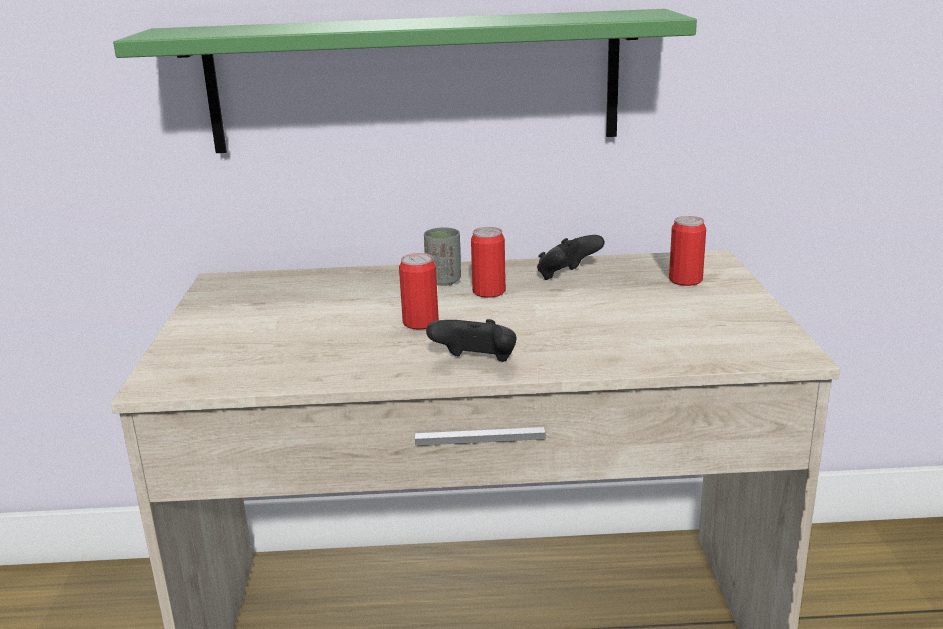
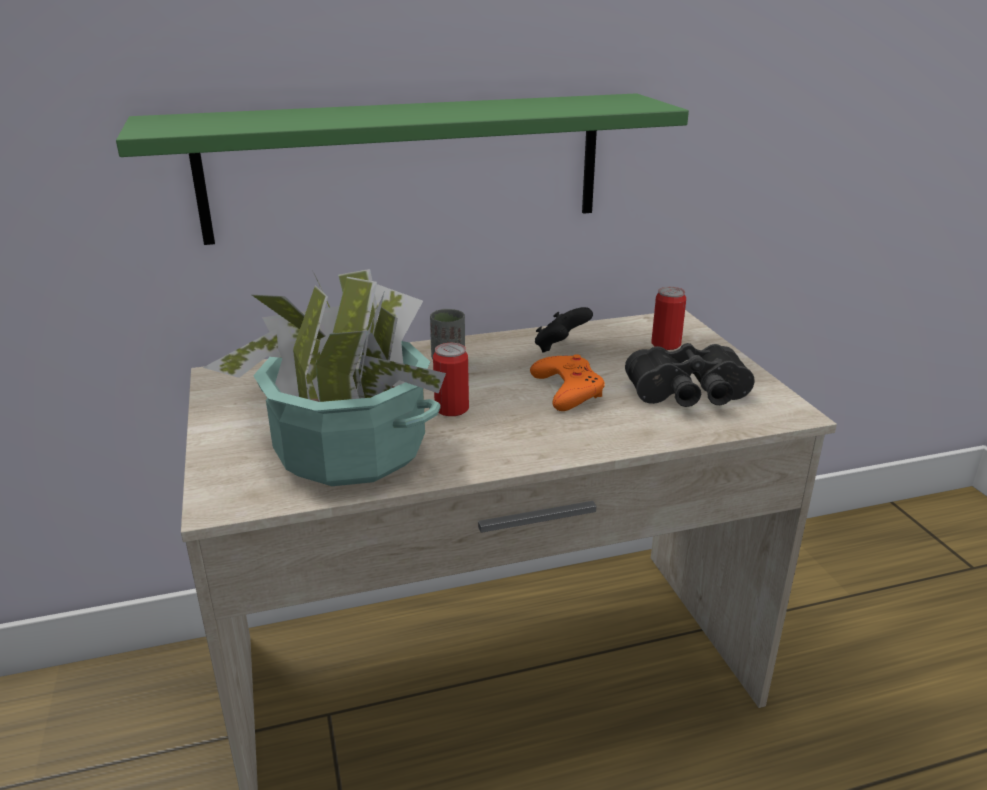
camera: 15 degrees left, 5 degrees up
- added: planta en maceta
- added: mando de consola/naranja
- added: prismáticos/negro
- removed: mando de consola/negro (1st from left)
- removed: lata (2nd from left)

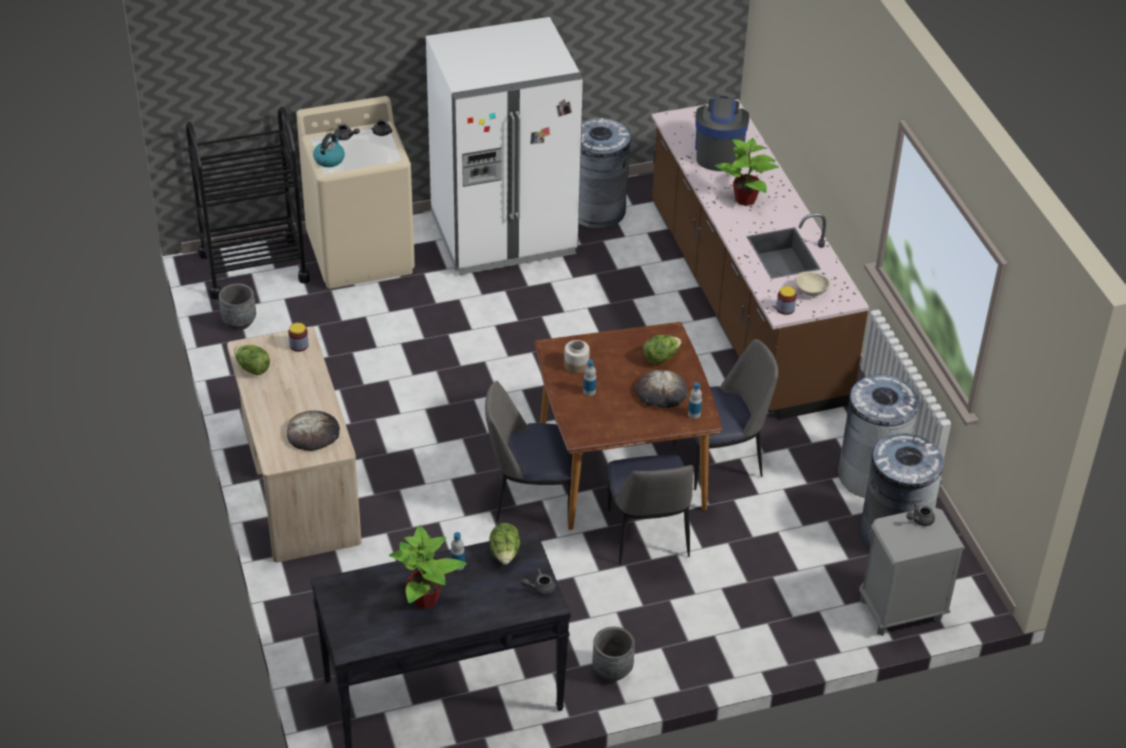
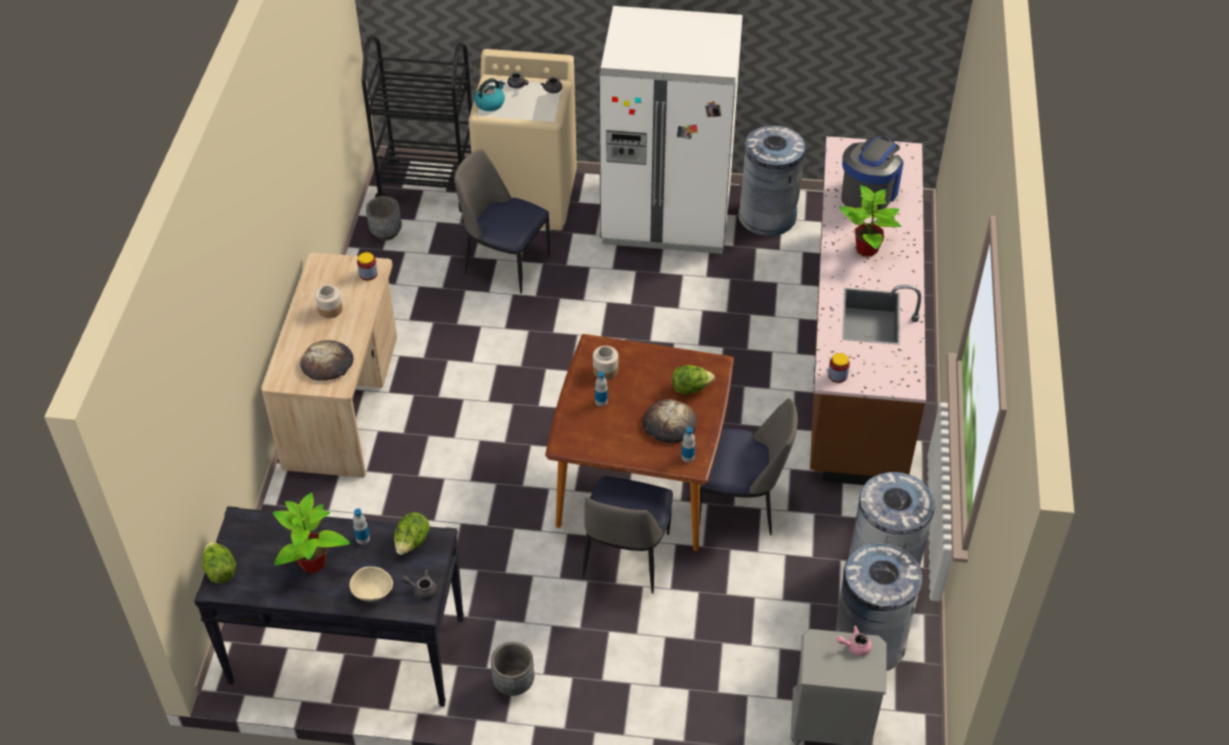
camera: 25 degrees right, 5 degrees up
- moved: lechuga (1st from left)
- added: tarro (1st from left)
- moved: cuenco/beis
- moved: silla (1st from left)
- recoloured: tetera/gris (4th from left) to tetera/rosa

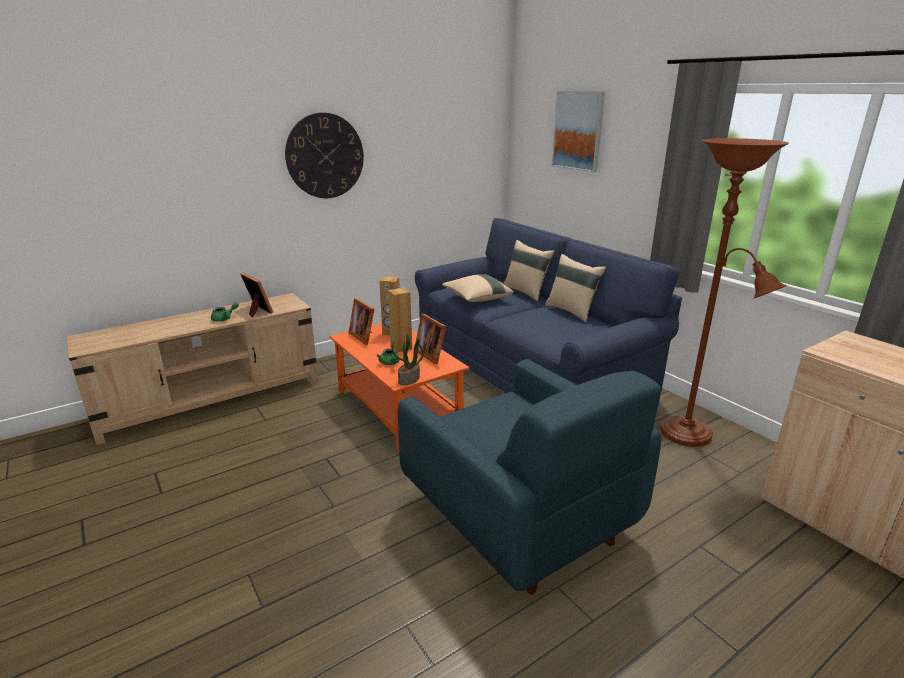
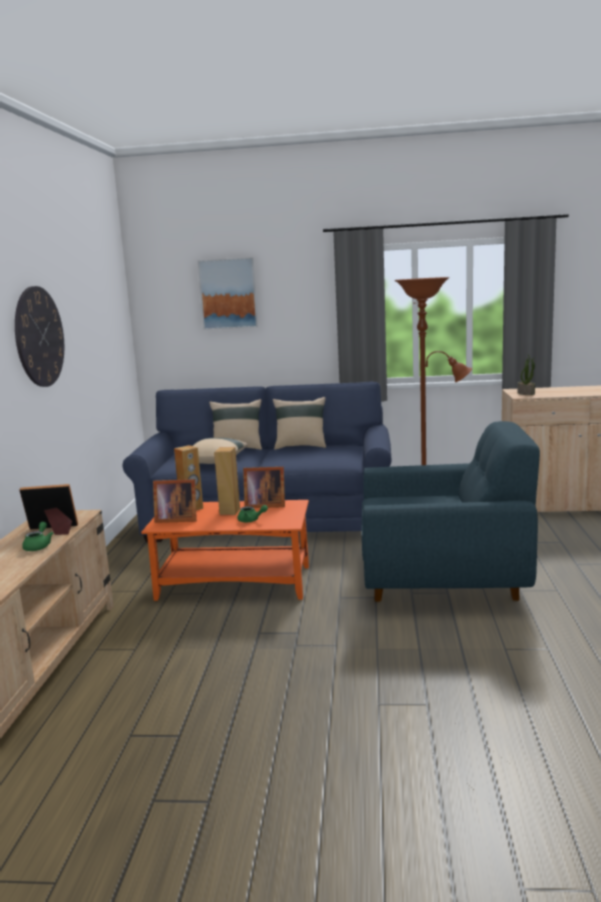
camera: 50 degrees left, 10 degrees down
- moved: planta en maceta

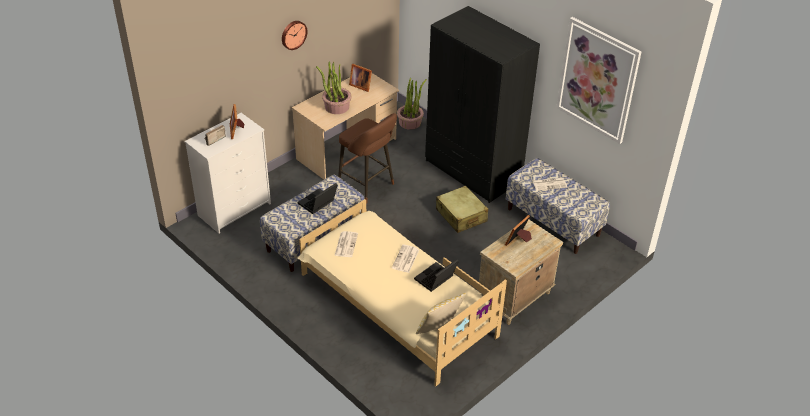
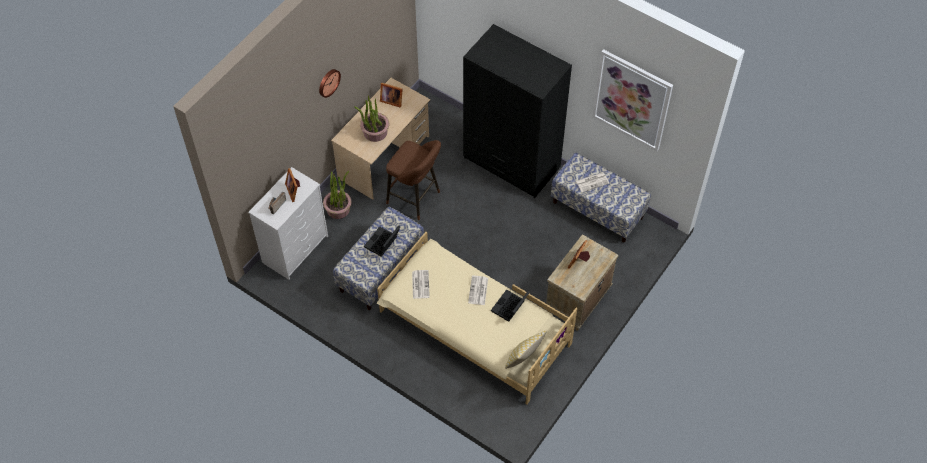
camera: 10 degrees left, 15 degrees up
- moved: planta en maceta (2nd from left in the first image) to planta en maceta (1st from left)
- removed: maleta/beis

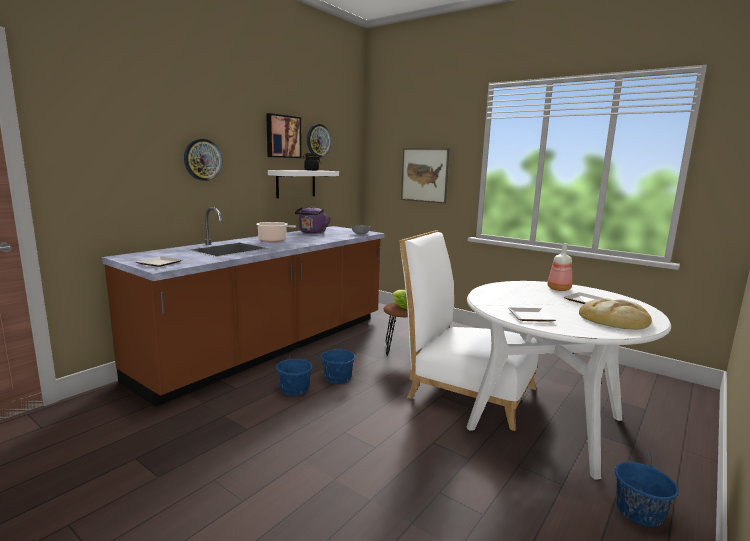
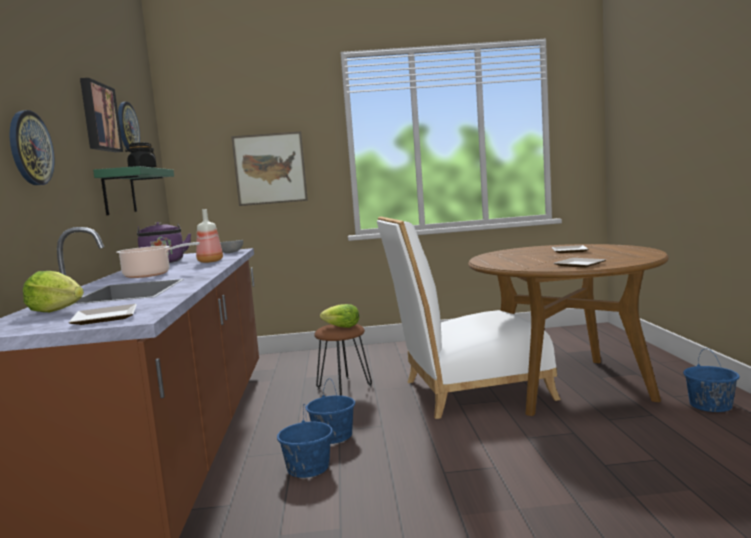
camera: 40 degrees left, 5 degrees down
- added: lechuga (1st from left)
- recoloured: estante/blanco to estante/verde
- moved: botella
- recoloured: mesa de comedor/blanco to mesa de comedor/marrón
- removed: pan

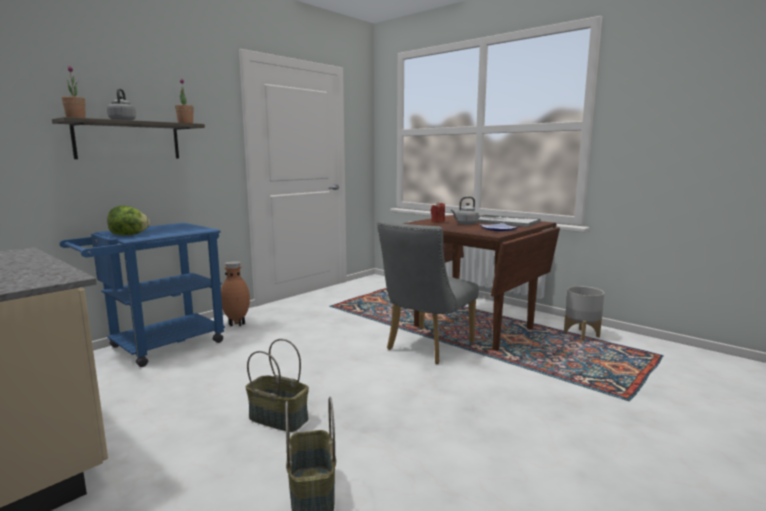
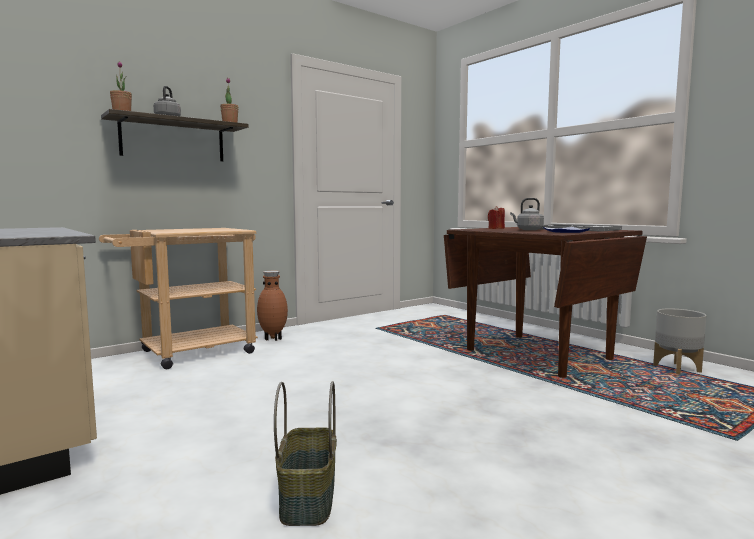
camera: 10 degrees right, 5 degrees down
- recoloured: carrito/azul to carrito/beis
- removed: lechuga
- removed: cesta (1st from left)
- removed: silla/gris

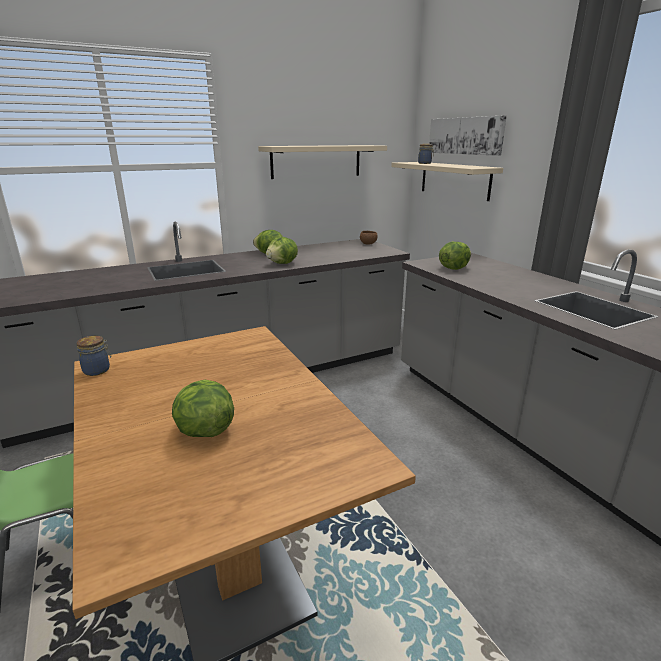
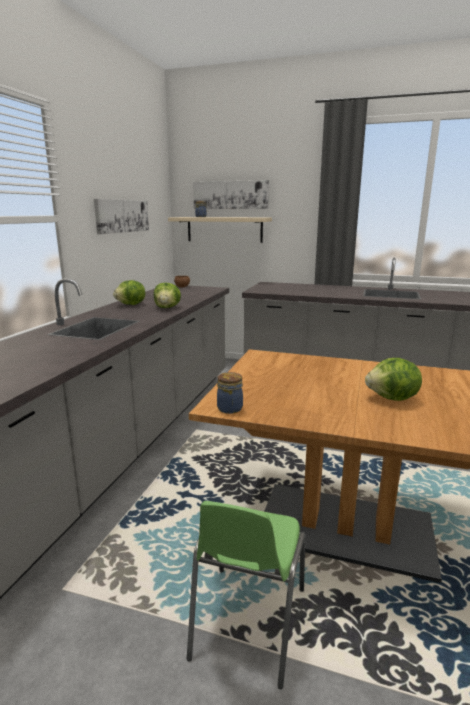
camera: 45 degrees left, 5 degrees down
- replaced: estante/beis (1st from left) to cuadro (1st from left)
- removed: lechuga (4th from left)

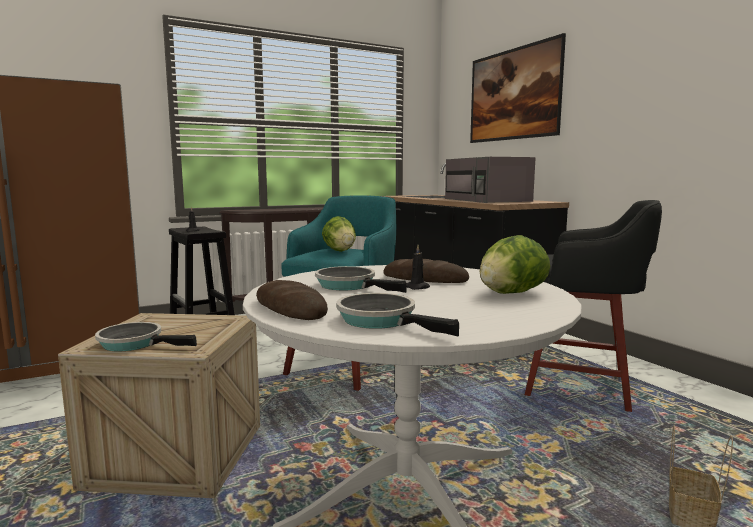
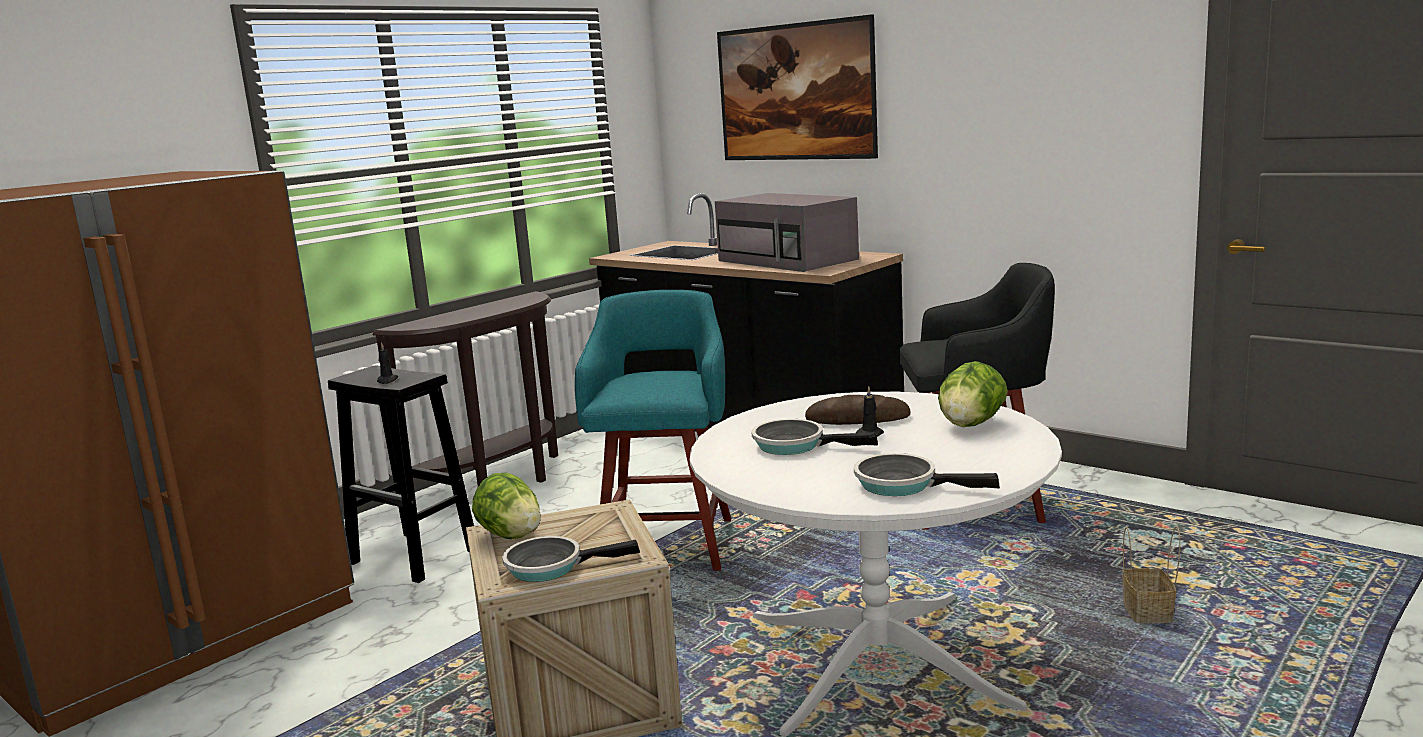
camera: 20 degrees left, 5 degrees up
- moved: lechuga (1st from left)
- removed: pan (1st from left)

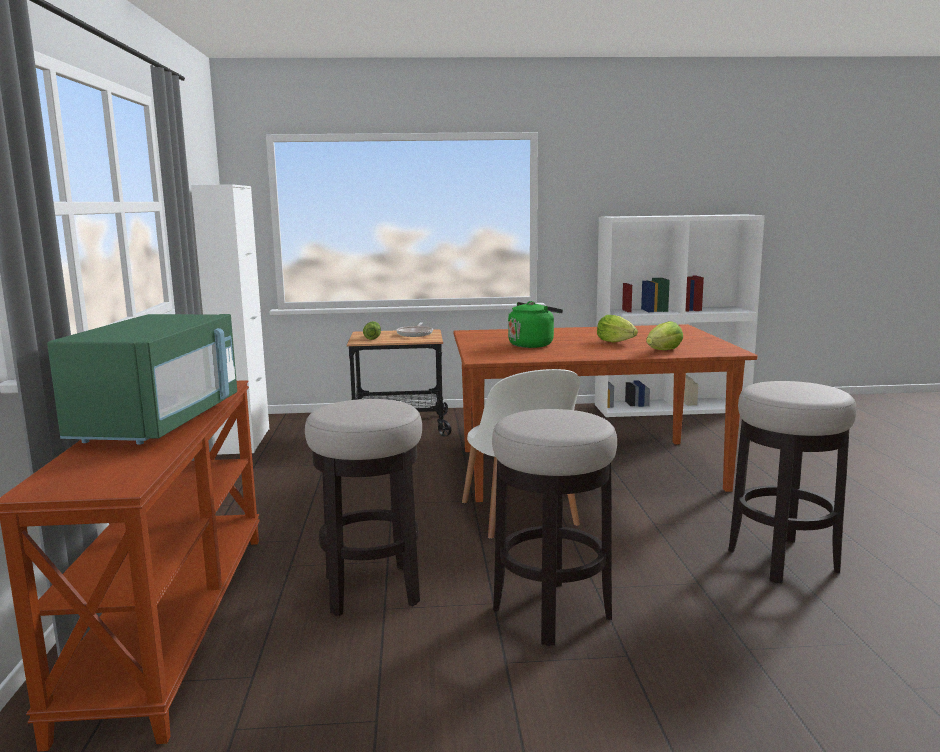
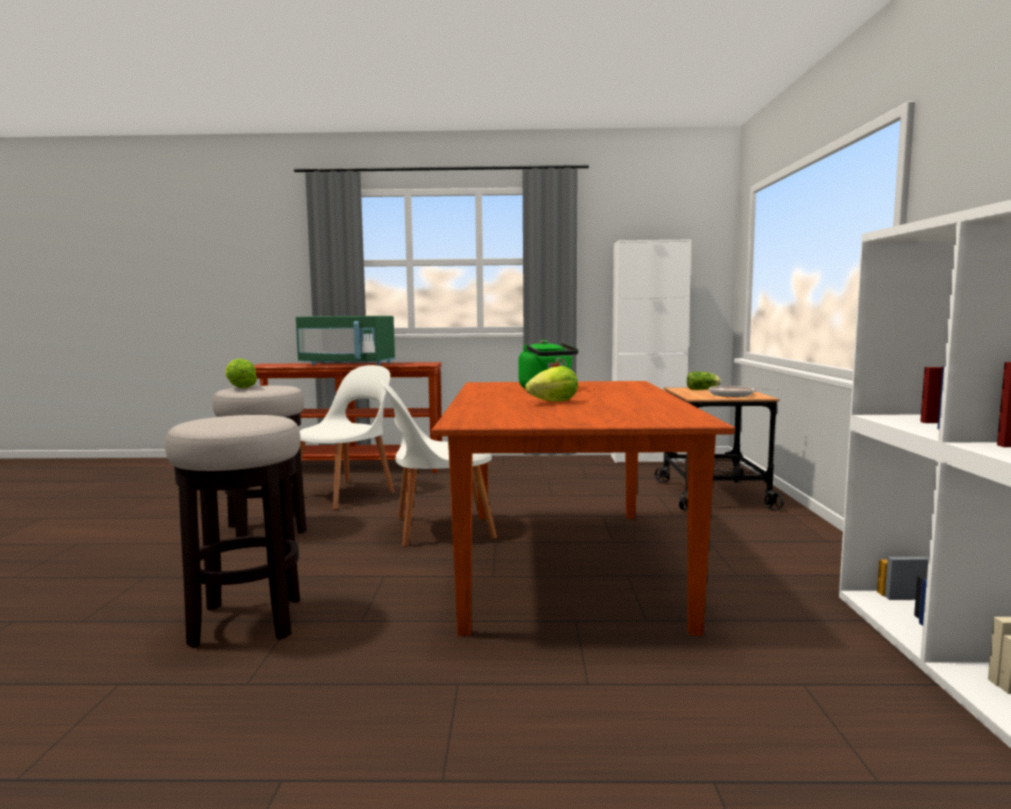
camera: 95 degrees right, 5 degrees down
- moved: lechuga (3rd from left in the first image) to lechuga (1st from left)
- replaced: taburete (1st from left) to silla/blanco (1st from left)

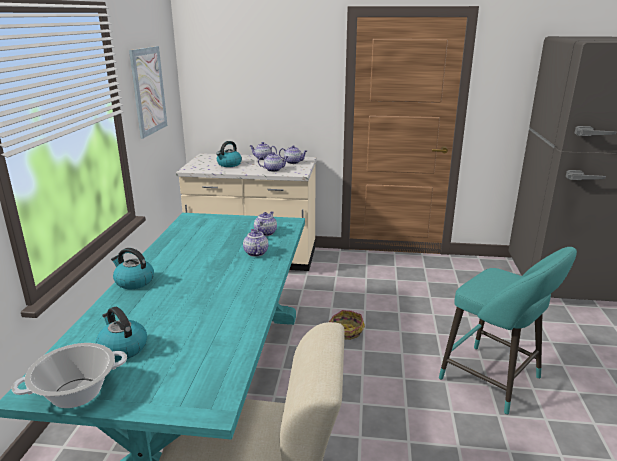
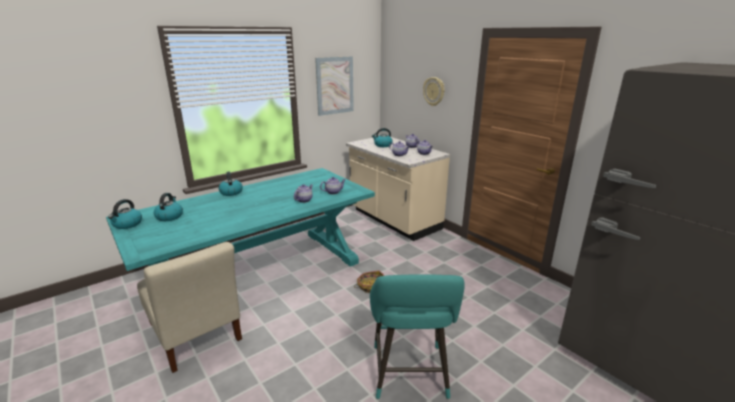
camera: 45 degrees right, 0 degrees up
- replaced: olla to hervidor (1st from left)
- added: reloj de pared

